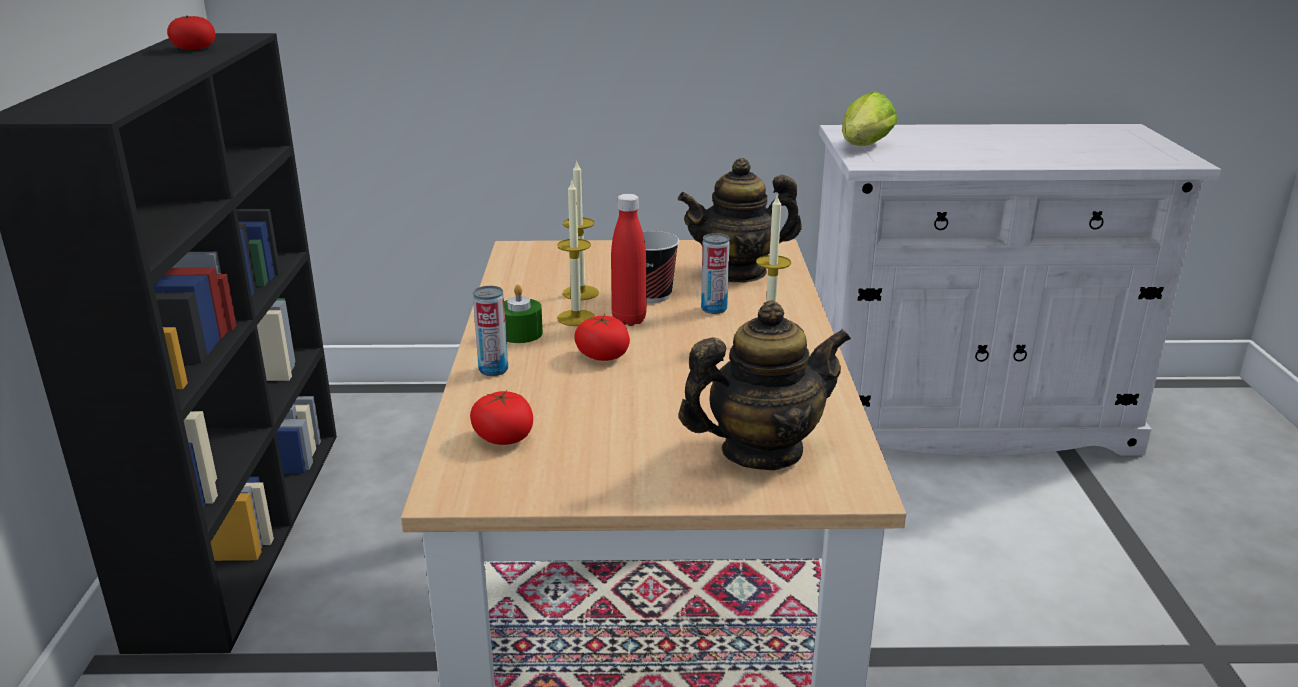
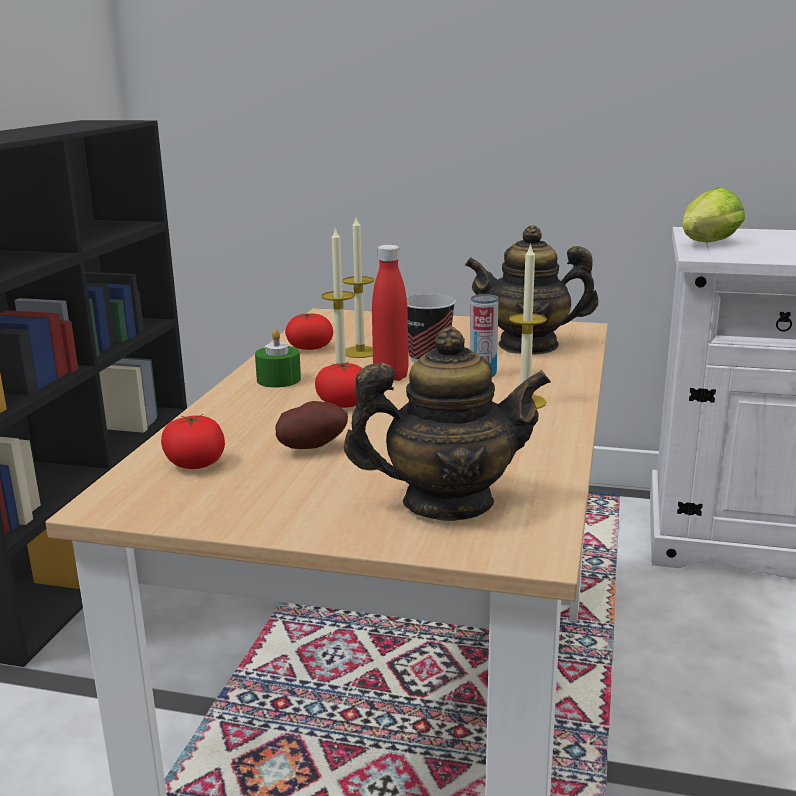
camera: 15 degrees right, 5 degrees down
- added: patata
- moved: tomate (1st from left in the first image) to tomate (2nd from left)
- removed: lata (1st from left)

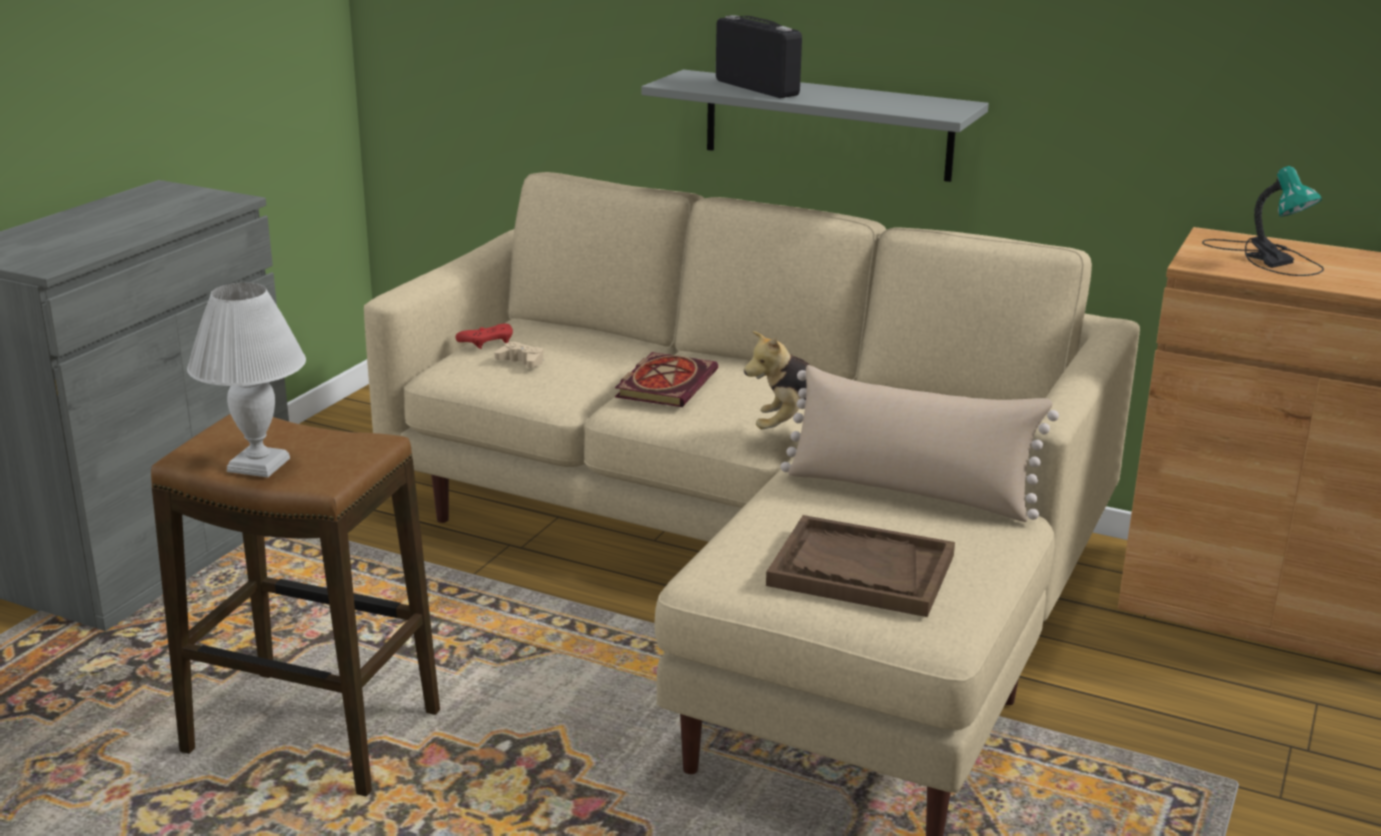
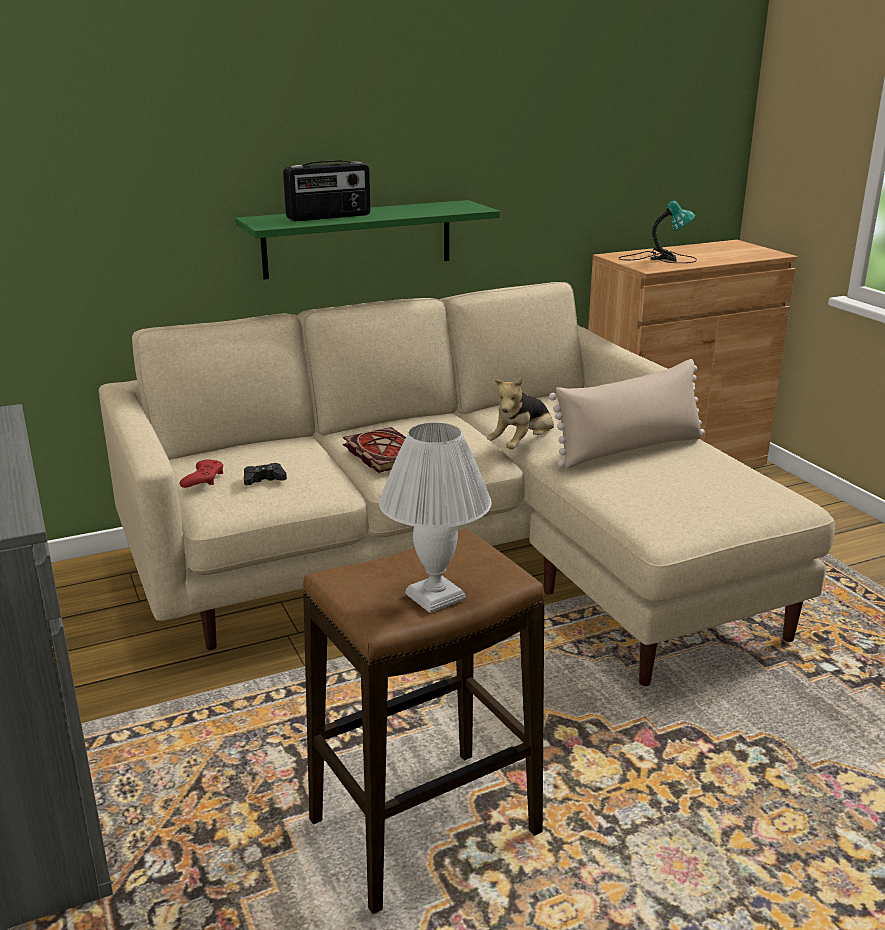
camera: 50 degrees left, 0 degrees up
- recoloured: estante/gris to estante/verde
- recoloured: mando de consola/beis to mando de consola/negro
- turned: radio 150 degrees clockwise
- removed: bandeja/marrón

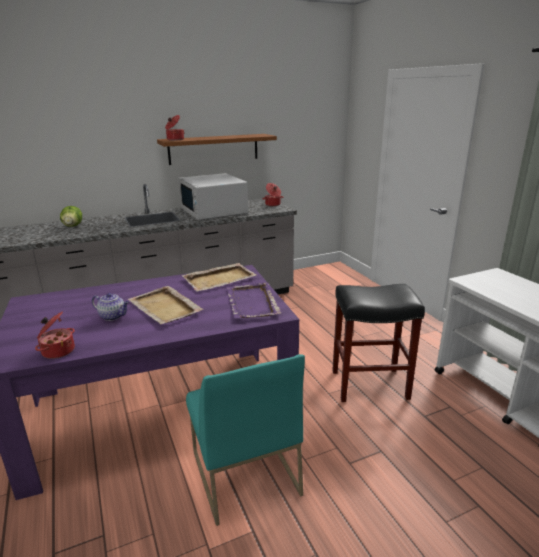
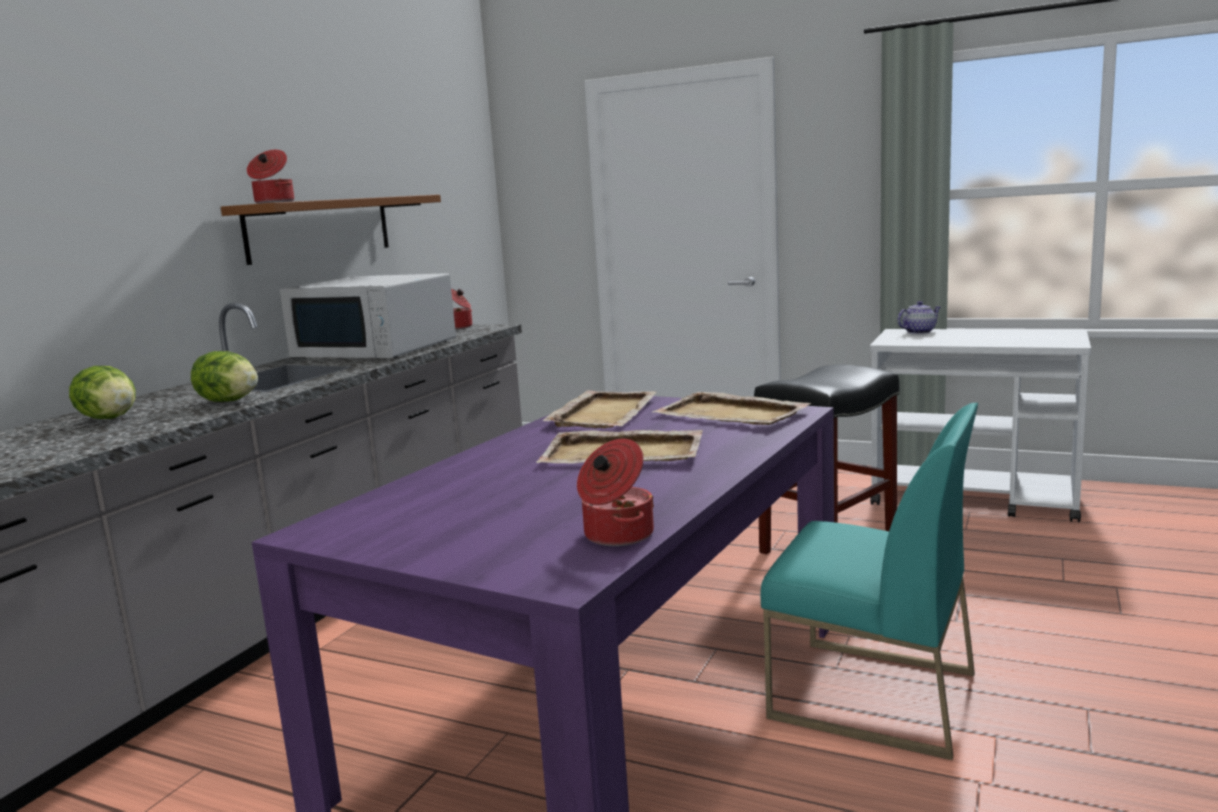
camera: 40 degrees left, 10 degrees down
- added: lechuga (2nd from left)
- recoloured: bandeja/morado to bandeja/beis (3rd from left)
- moved: tetera

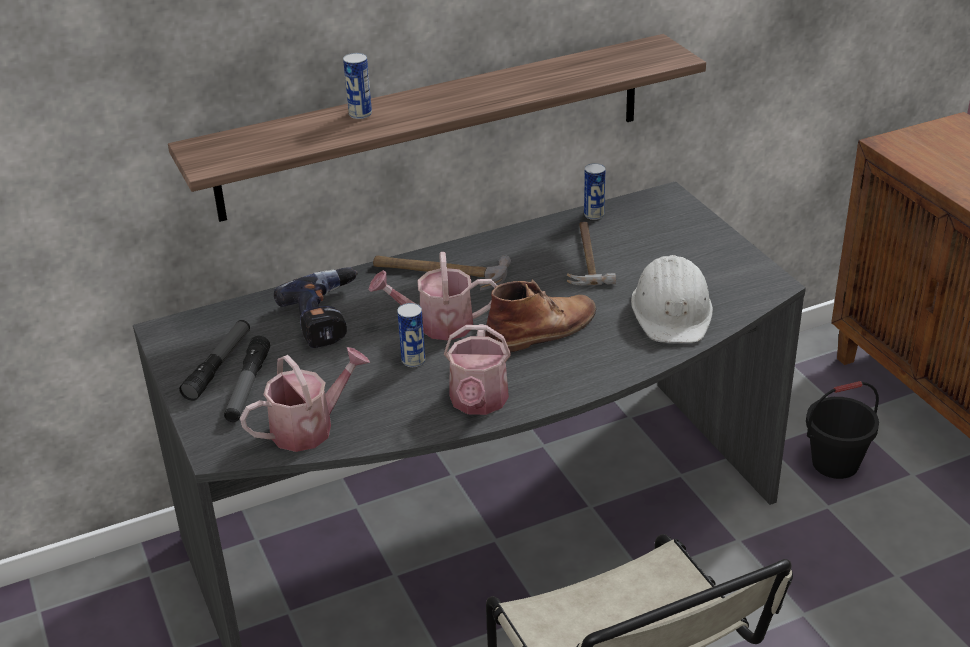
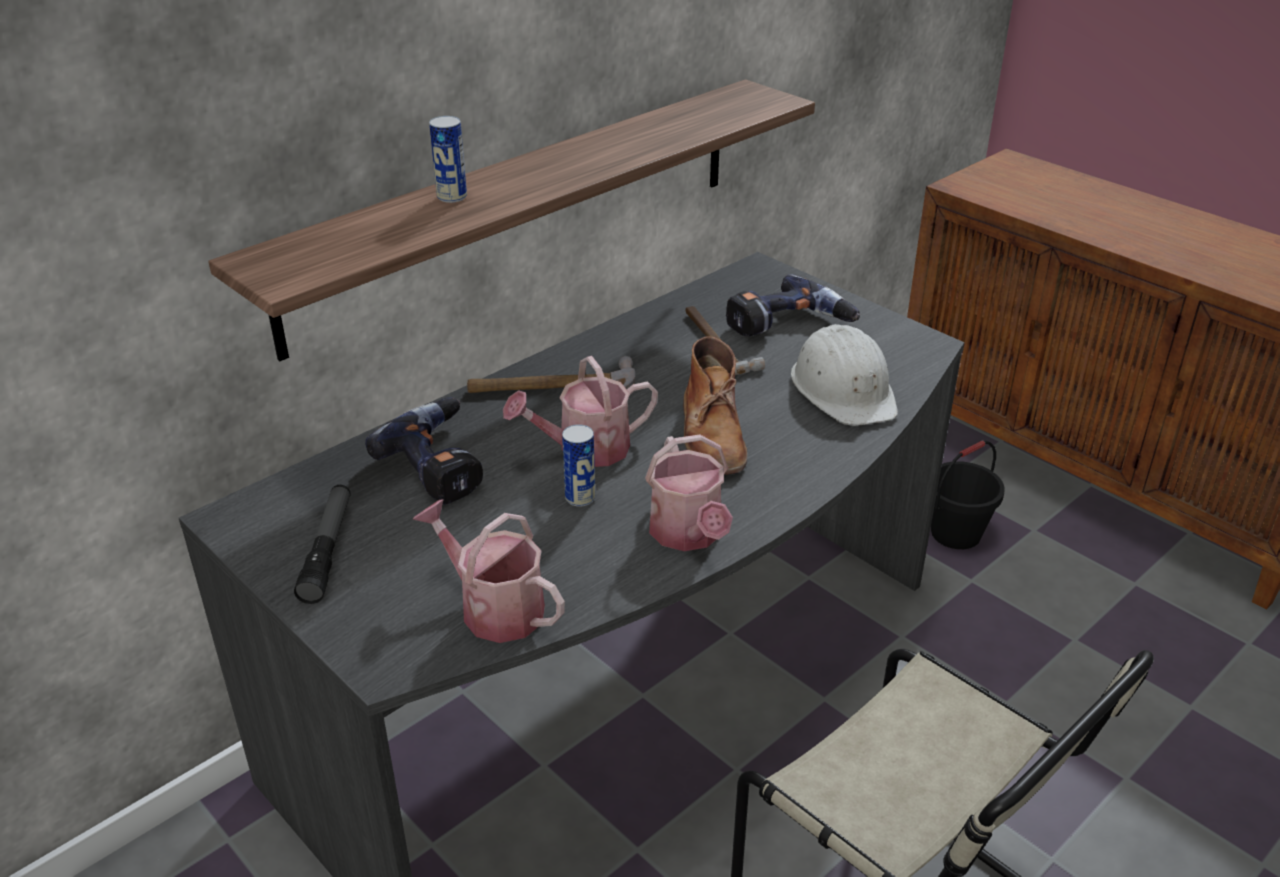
camera: 20 degrees left, 0 degrees up
- turned: regadera (1st from left) 90 degrees counterclockwise
- turned: bota/marrón 135 degrees clockwise
- added: taladro (2nd from left)
- removed: linterna (2nd from left)
- removed: lata (3rd from left)

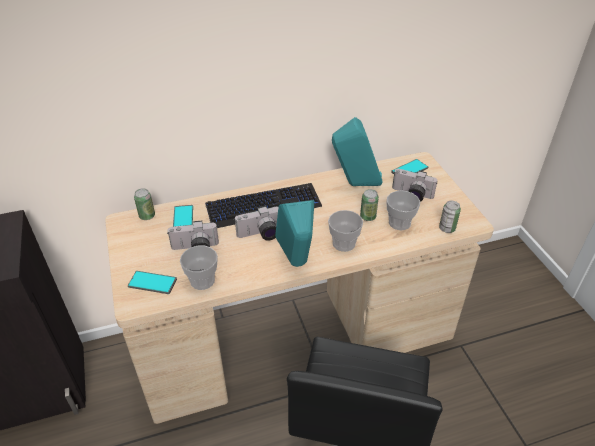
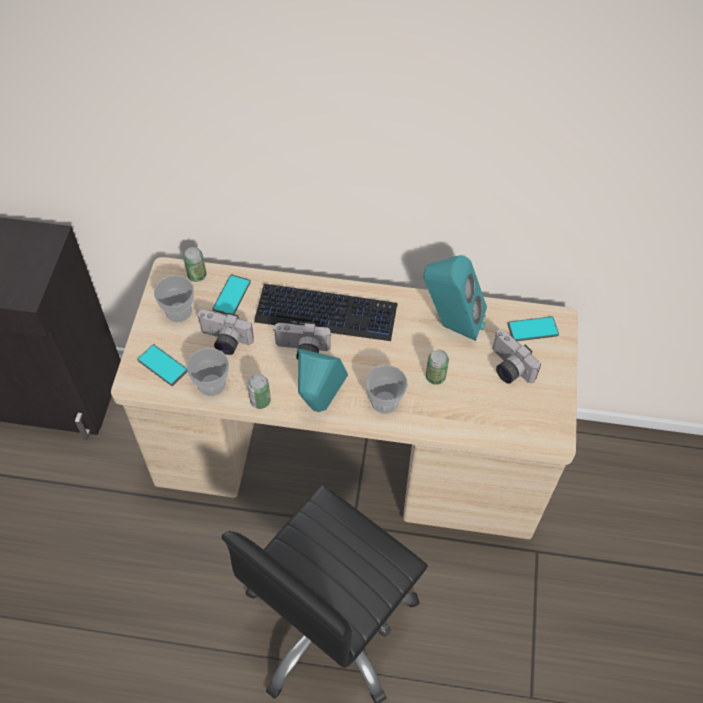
camera: 25 degrees right, 15 degrees up
- moved: taza (3rd from left in the first image) to taza (1st from left)
- moved: lata (3rd from left in the first image) to lata (2nd from left)

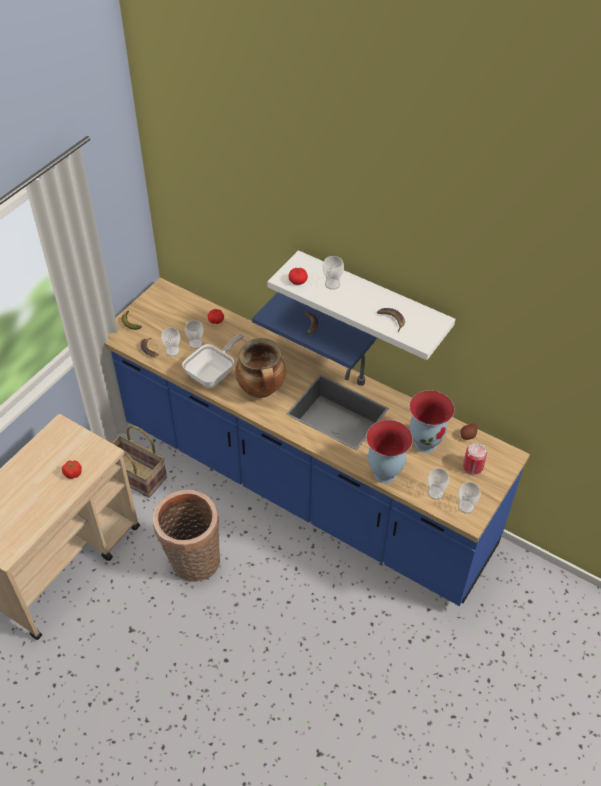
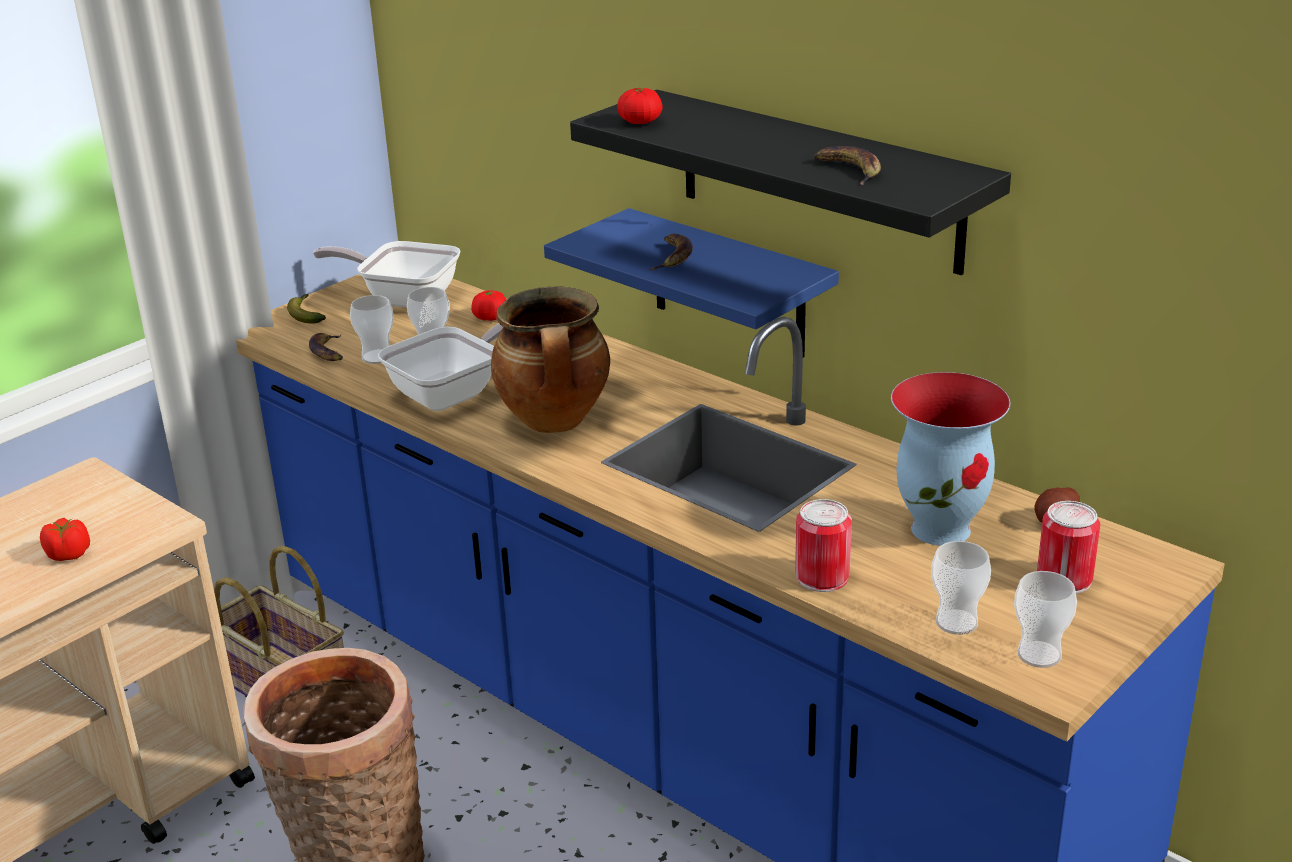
camera: 10 degrees right, 20 degrees down
- added: sartén (1st from left)
- recoloured: estante/blanco to estante/negro
- replaced: florero (1st from left) to lata (1st from left)
- removed: taza (3rd from left)

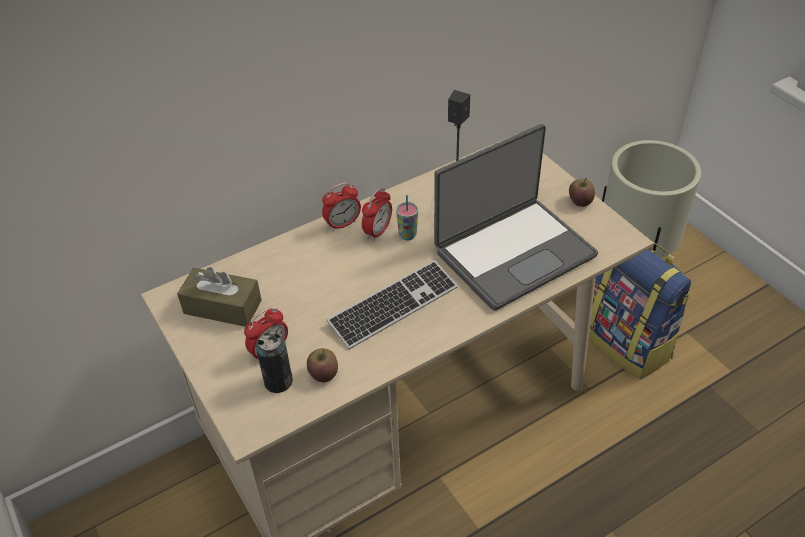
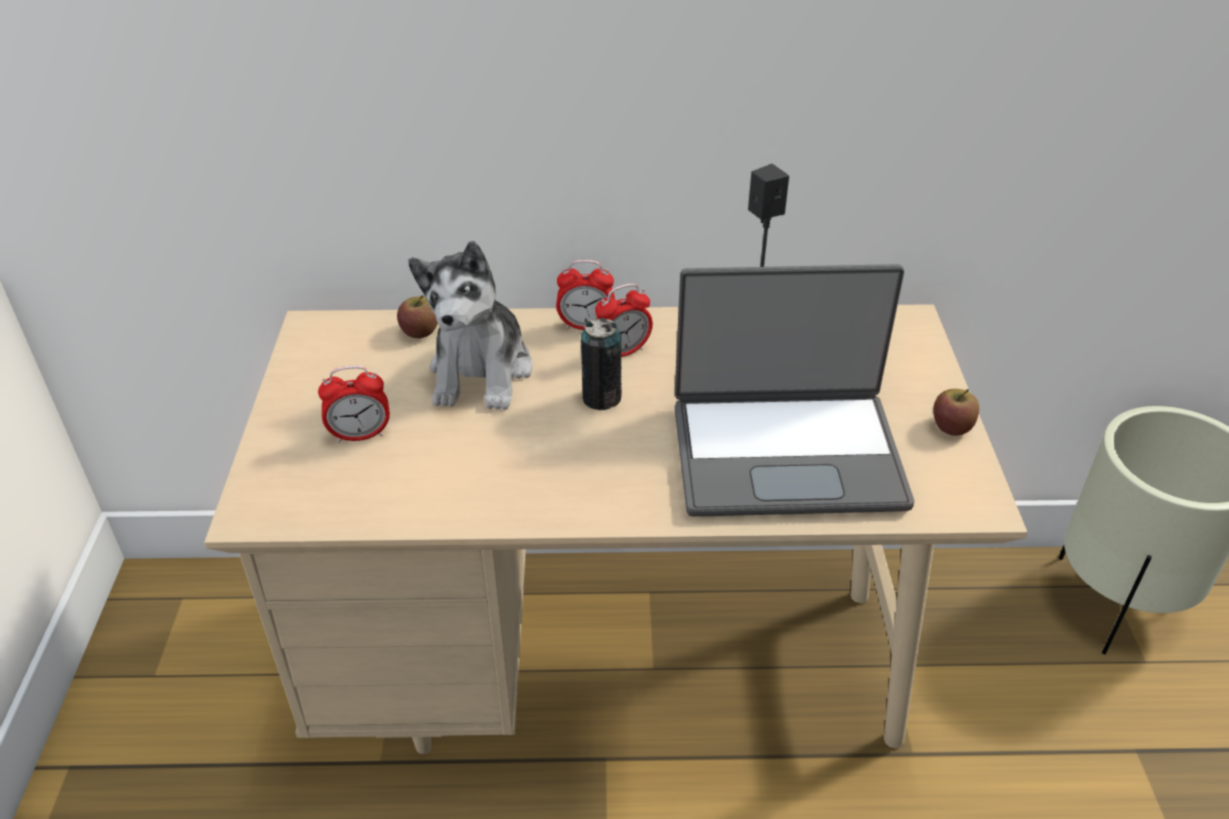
camera: 30 degrees right, 5 degrees down
- moved: manzana (1st from left)
- added: peluche
- moved: lata
- removed: caja de pañuelos/marrón
- removed: teclado
- removed: taza
- removed: mochila

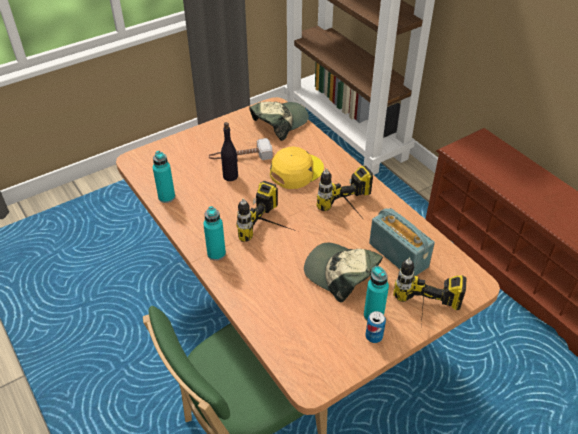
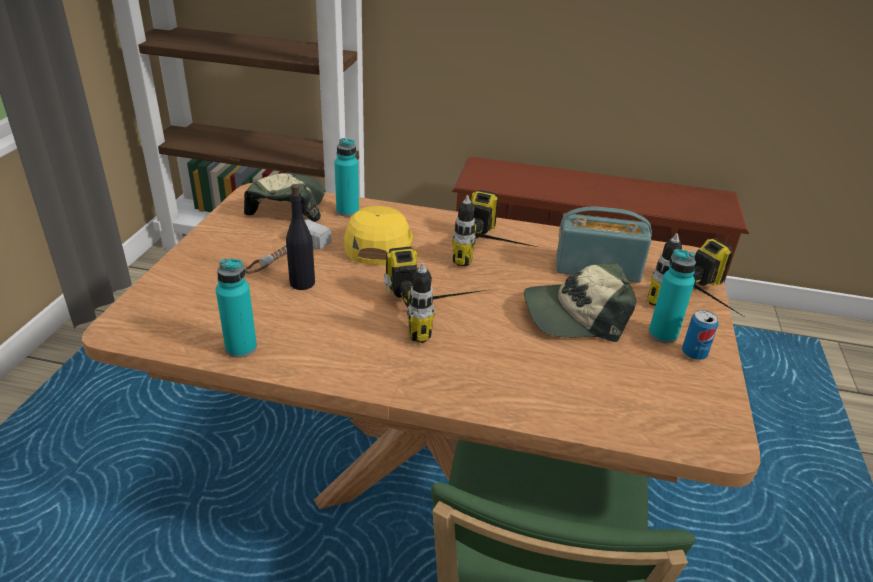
camera: 45 degrees left, 10 degrees down
- moved: botella/turquesa (2nd from left)

